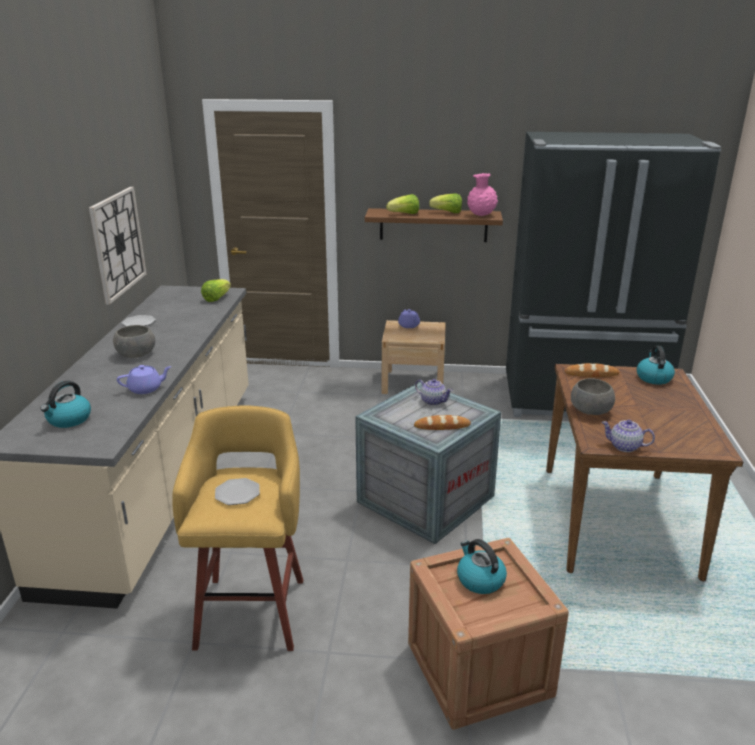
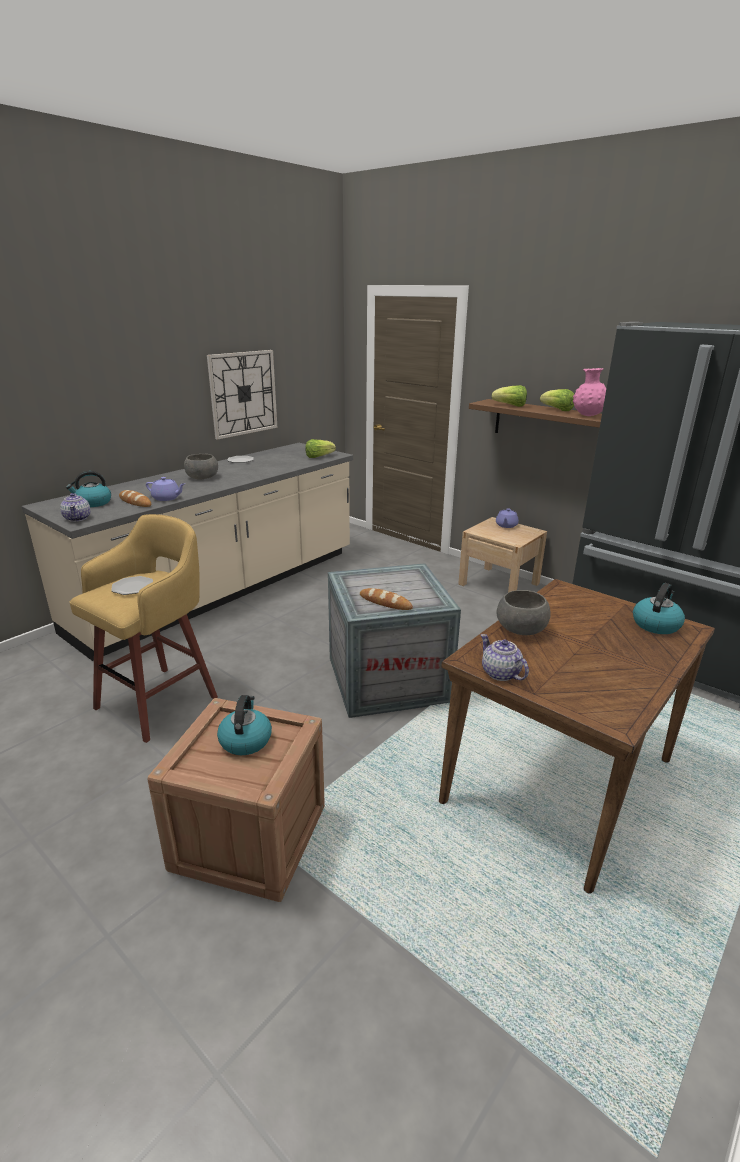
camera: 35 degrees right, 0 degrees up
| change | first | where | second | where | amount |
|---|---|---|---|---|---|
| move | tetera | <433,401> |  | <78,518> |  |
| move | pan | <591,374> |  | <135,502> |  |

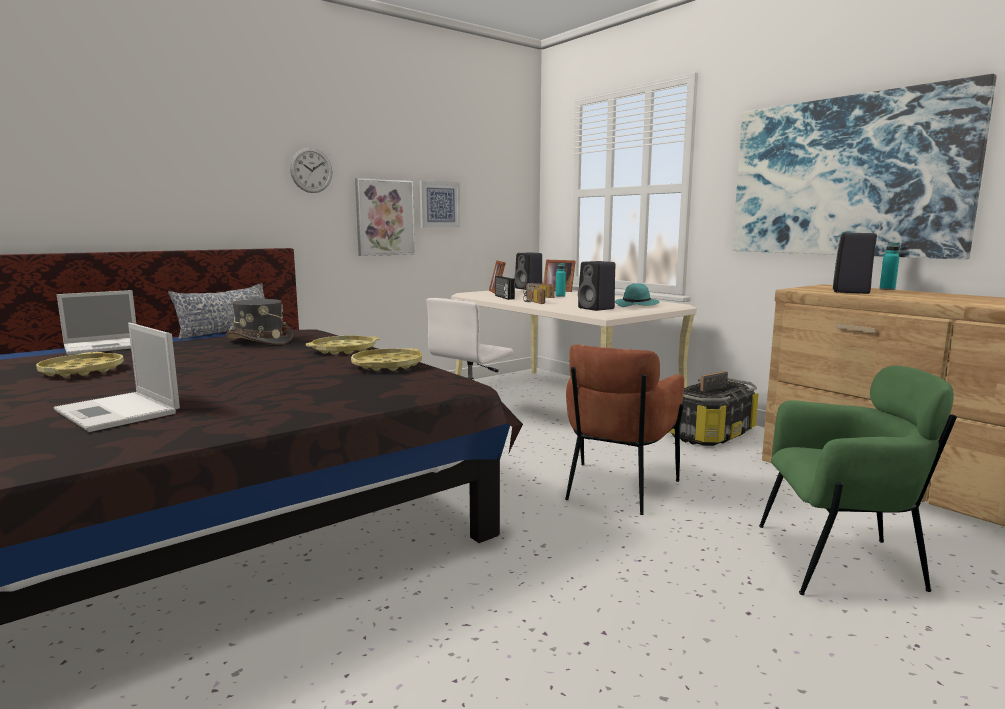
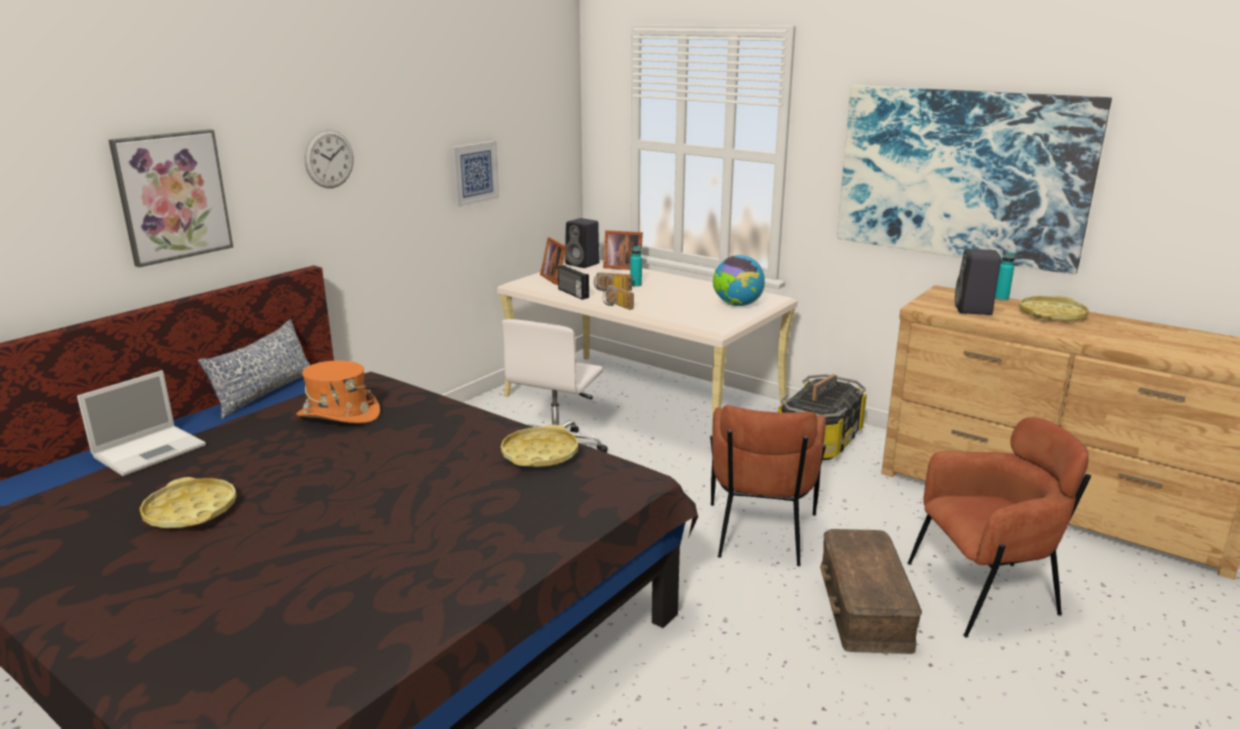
camera: 15 degrees left, 10 degrees up
| change | first | where | second | where | amount |
|---|---|---|---|---|---|
| move | cuadro | <384,217> |  | <172,196> |  |
| recolor | sombrero [gris] | <259,341> | sombrero [naranja] | <338,415> |  |
| replace | sombrero [turquesa] | <637,305> | globo terráqueo | <737,305> |  |
| insert |  |  | caja de almacenaje [marrón] | <866,607> |  |
| recolor | sillón [verde] | <840,561> | sillón [marrón] | <985,593> |  |
| move | bandeja [amarillo] | <344,350> |  | <1052,314> |  |
| delete | portátil | <119,412> |  |  |  |
| delete | altavoz [negro] | <597,308> |  |  |  |

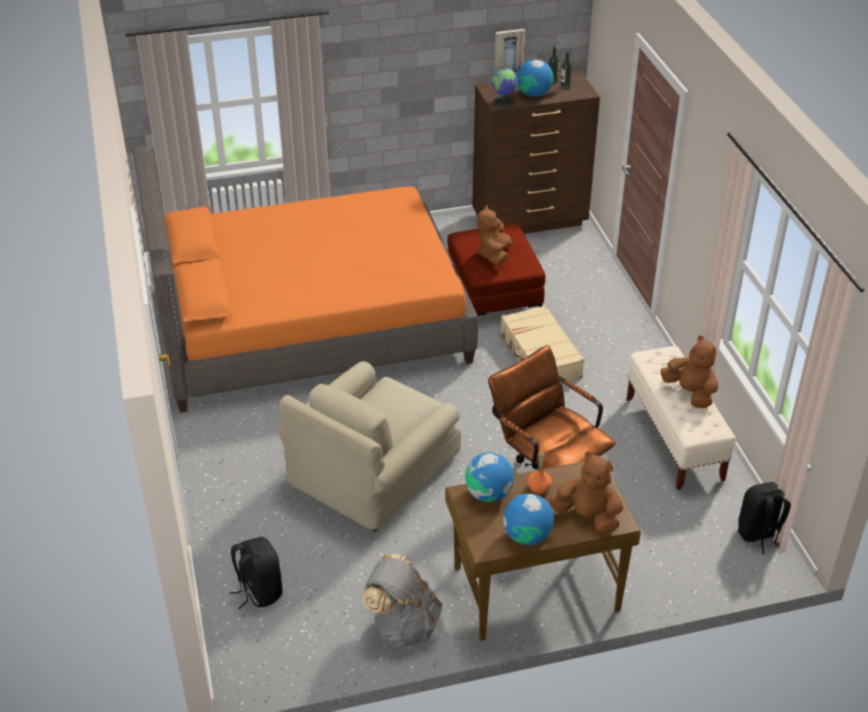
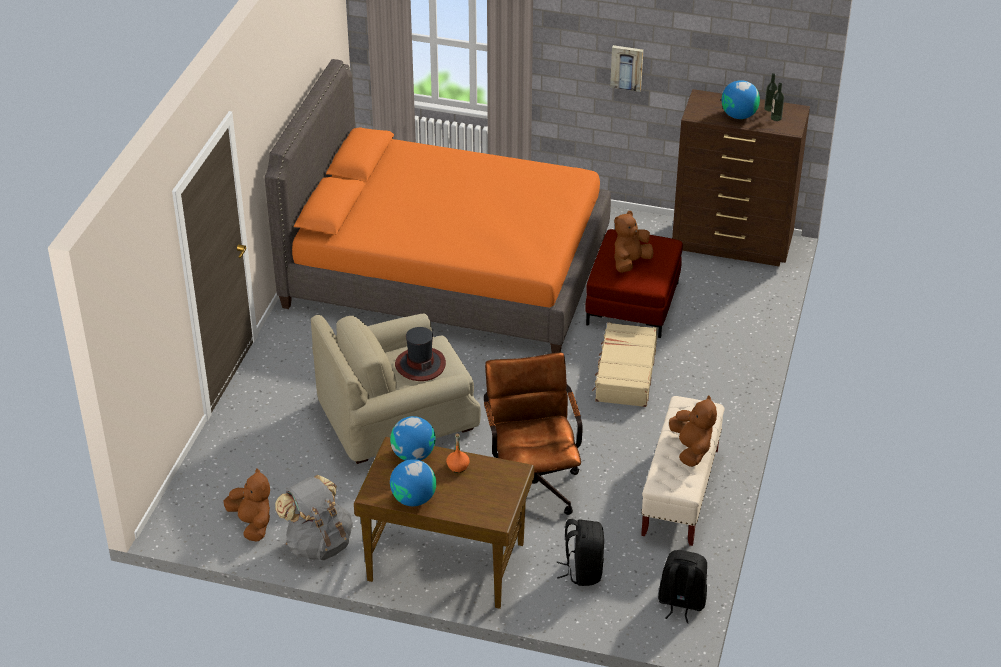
camera: 30 degrees right, 0 degrees up
| change | first | where | second | where | amount |
|---|---|---|---|---|---|
| move | peluche [marrón] | <587,517> |  | <252,524> |  |
| insert |  |  | sombrero | <420,364> |  |
| move | mochila [negro] | <259,591> |  | <582,571> |  |
| move | cuadro | <508,51> |  | <627,67> |  |
| delete | globo terráqueo | <504,101> |  |  |  |

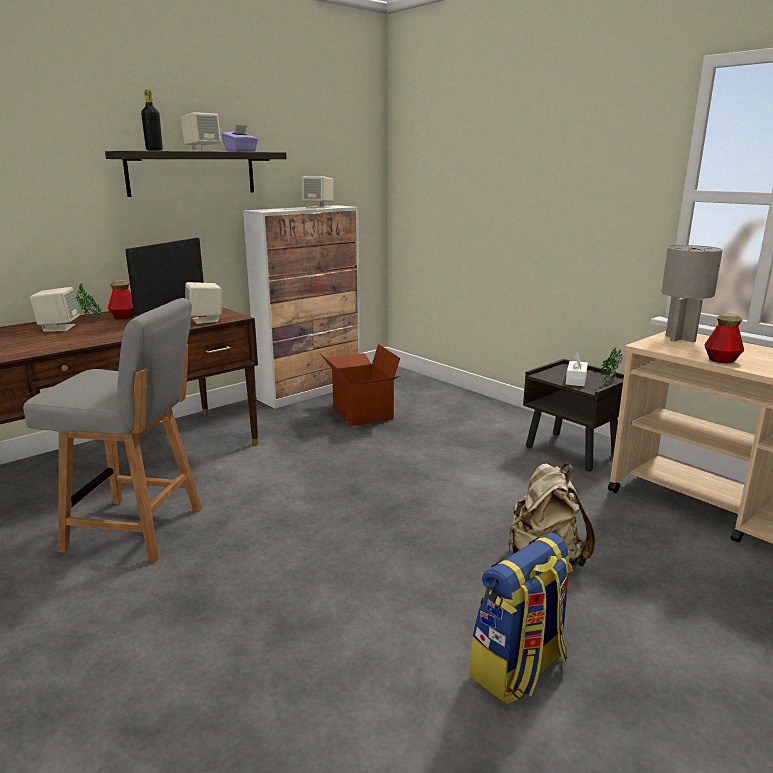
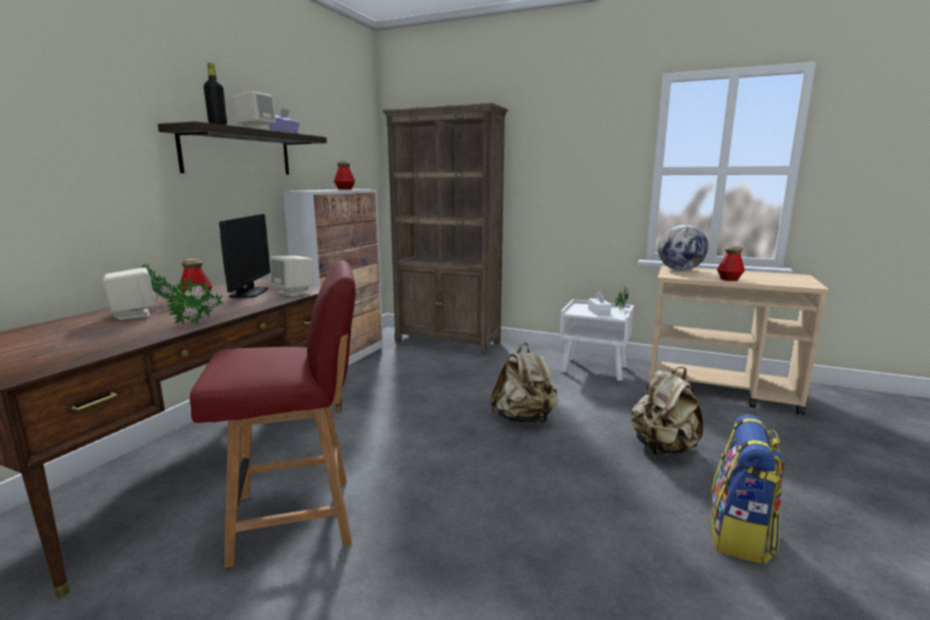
camera: 25 degrees left, 5 degrees down
| change | first | where | second | where | amount |
|---|---|---|---|---|---|
| insert |  |  | planta en maceta | <200,322> |  |
| recolor | silla [gris] | <137,529> | silla [rojo] | <297,517> |  |
| replace | altavoz [beis] | <319,207> | botella | <345,189> |  |
| insert |  |  | estantería [marrón] | <448,342> |  |
| insert |  |  | mochila [beis] | <524,419> |  |
| recolor | mesita de noche [marrón] | <572,451> | mesita de noche [blanco] | <594,369> |  |
| replace | lámpara de mesa [gris] | <680,338> | globo terráqueo | <680,270> |  |
| delete | caja de cartón | <361,413> |  |  |  |

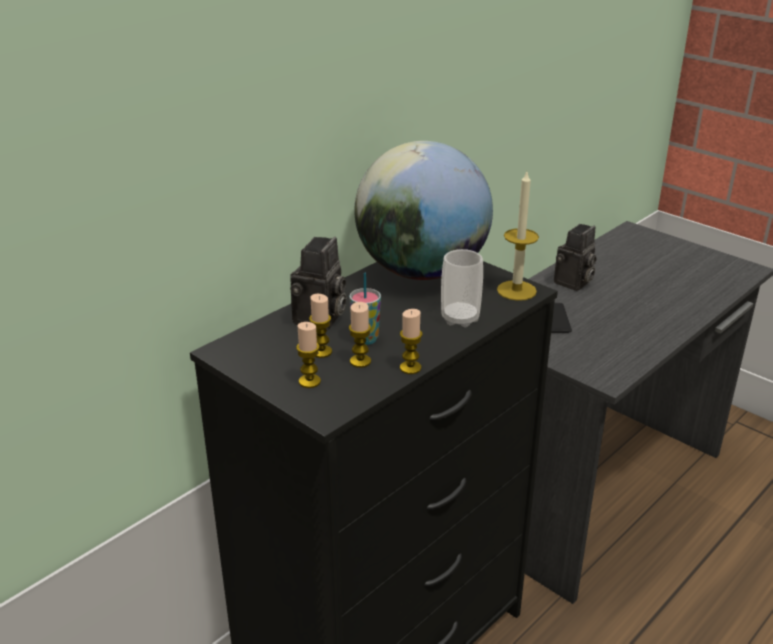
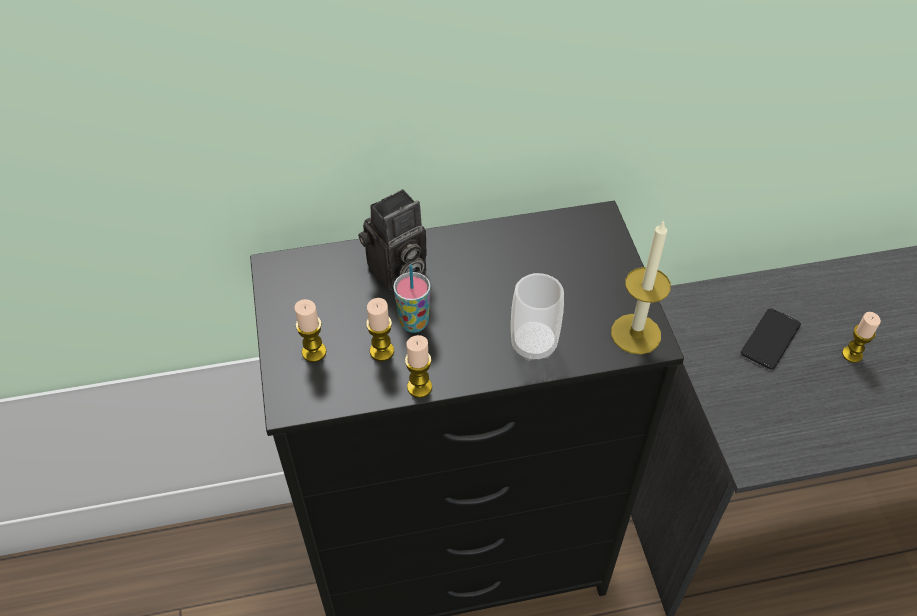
camera: 35 degrees right, 20 degrees up
| change | first | where | second | where | amount |
|---|---|---|---|---|---|
| move | vela | <321,352> |  | <852,354> |  |
| delete | globo terráqueo | <421,272> |  |  |  |
| delete | cámara | <573,283> |  |  |  |

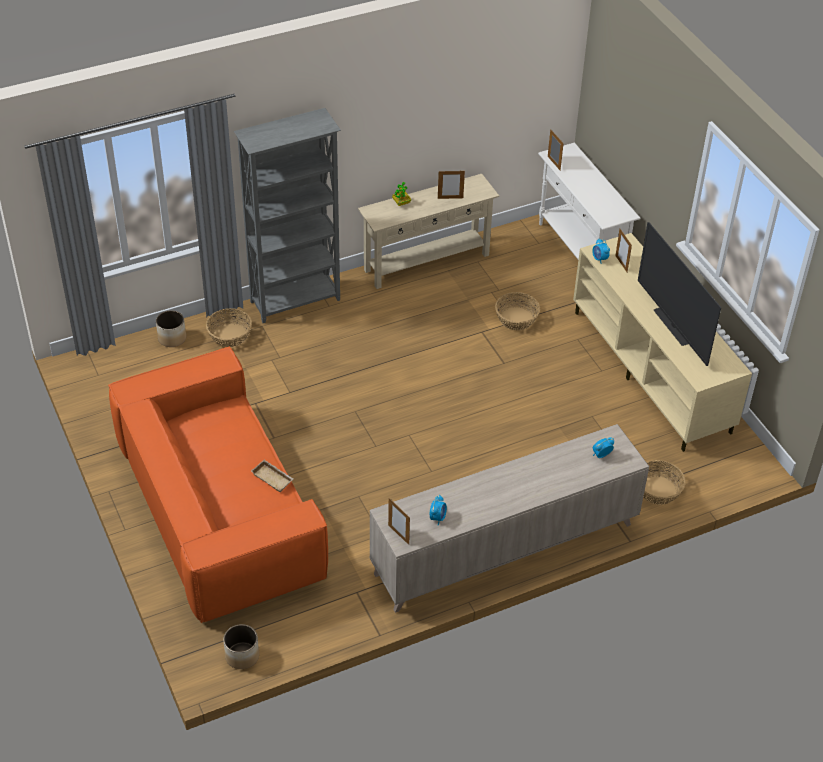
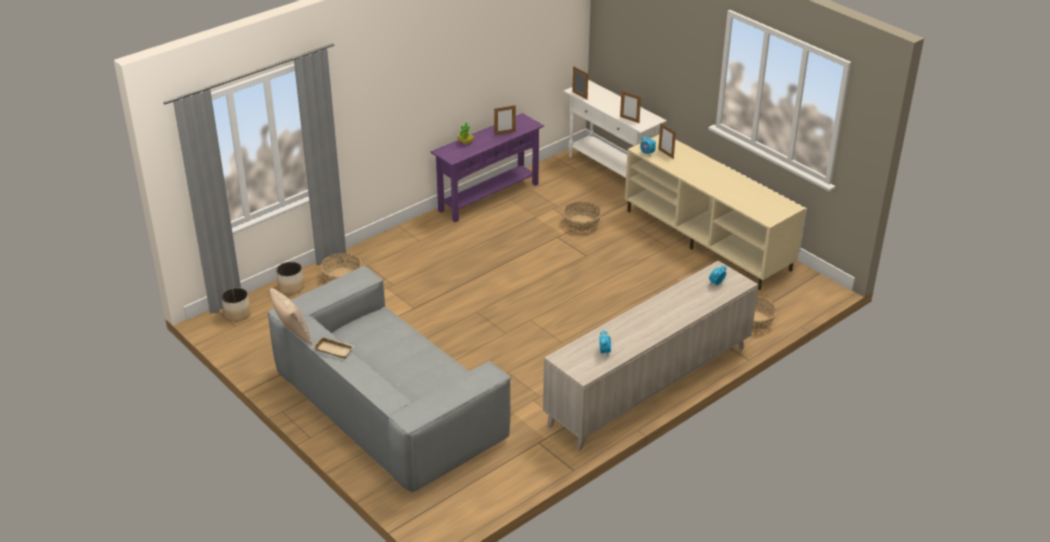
camera: 15 degrees left, 10 degrees down
| change | first | where | second | where | amount |
|---|---|---|---|---|---|
| move | maceta | <242,656> |  | <237,314> |  |
| recolor | sofá [naranja] | <219,509> | sofá [gris] | <389,405> |  |
| insert |  |  | cojín | <292,334> |  |
| move | bandeja [beis] | <273,478> |  | <335,349> |  |
| recolor | mesa consola [beis] | <426,262> | mesa consola [morado] | <488,197> |  |
| move | portarretratos | <398,534> |  | <629,119> |  |
| delete | estantería [gris] | <296,301> |  |  |  |
| delete | televisor | <672,326> |  |  |  |

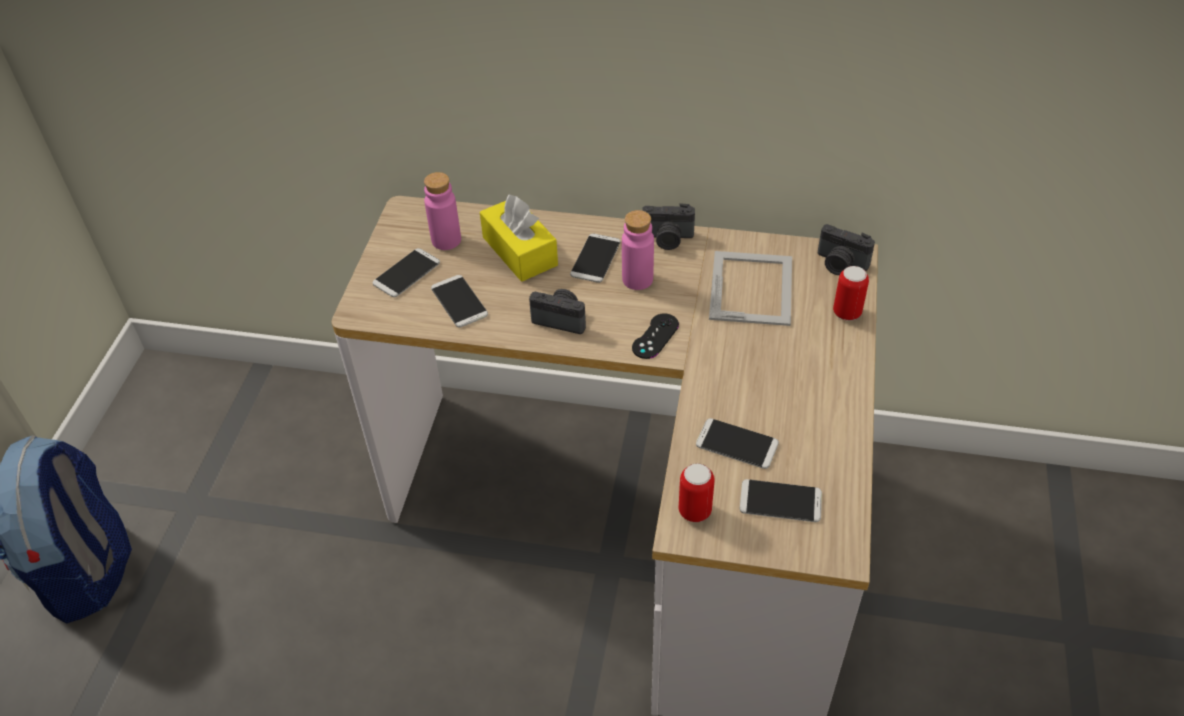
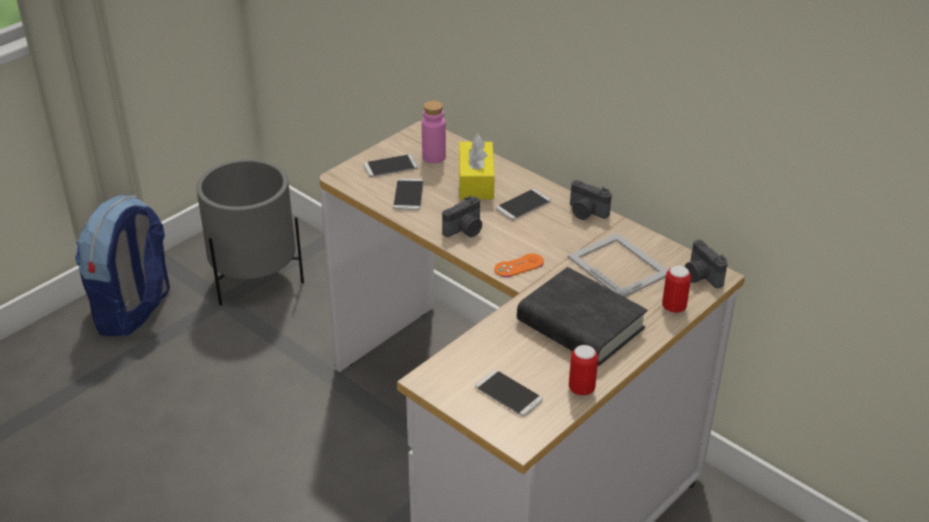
camera: 30 degrees right, 10 degrees down
| change | first | where | second | where | amount |
|---|---|---|---|---|---|
| insert |  |  | maceta [gris] | <255,279> |  |
| rotate | cámara | <561,319> |  | <465,230> | 90 degrees clockwise |
| recolor | mando de consola [negro] | <655,336> | mando de consola [naranja] | <519,265> |  |
| insert |  |  | libro [negro] | <580,325> |  |
| rotate | portarretratos | <752,287> |  | <618,264> | 75 degrees counterclockwise |
| move | lata | <694,511> |  | <581,389> |  |
| delete | botella [rosa] | <637,279> |  |  |  |
| delete | móvil | <737,444> |  |  |  |

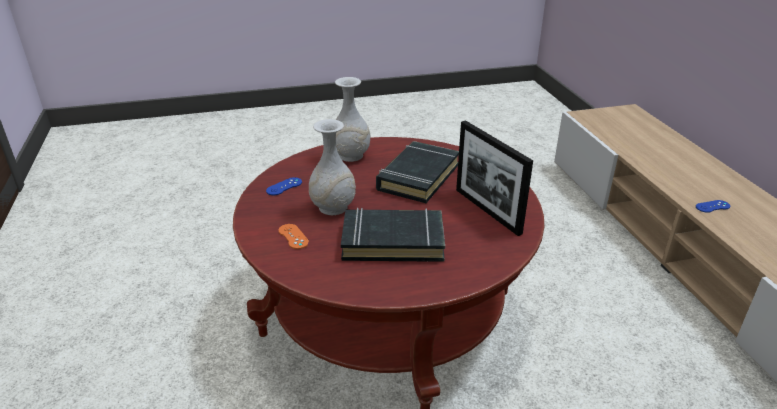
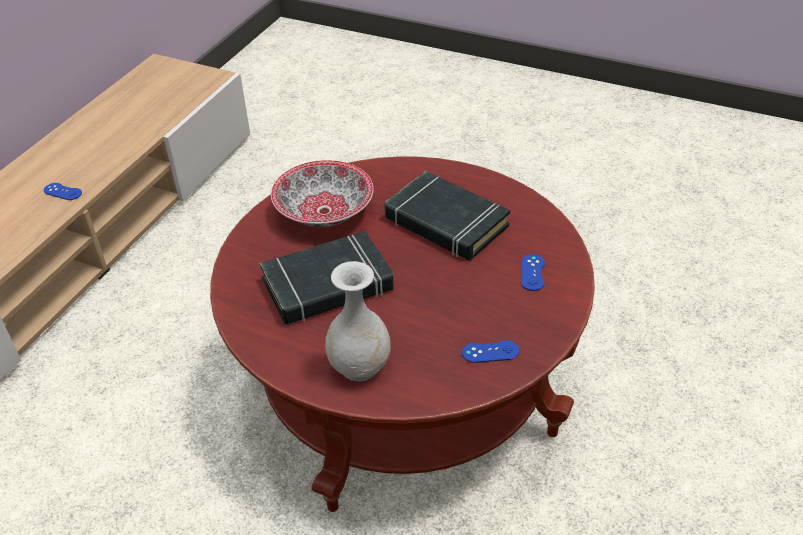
camera: 140 degrees left, 10 degrees up
| change | first | where | second | where | amount |
|---|---|---|---|---|---|
| replace | portarretratos | <487,211> | cuenco | <323,211> |  |
| recolor | mando de consola [naranja] | <293,236> | mando de consola [azul] | <532,272> |  |
| delete | florero [blanco] | <333,208> |  |  |  |

